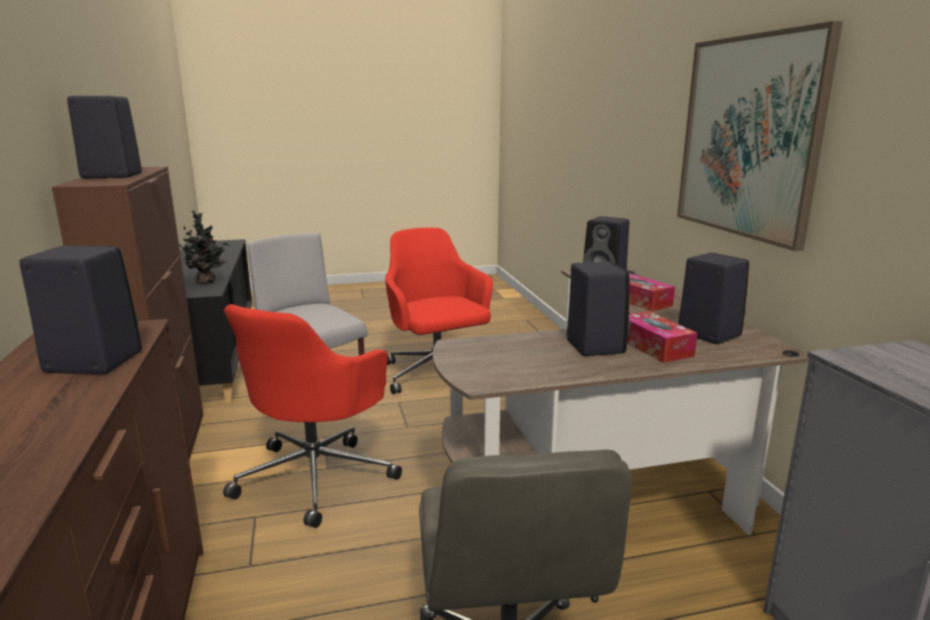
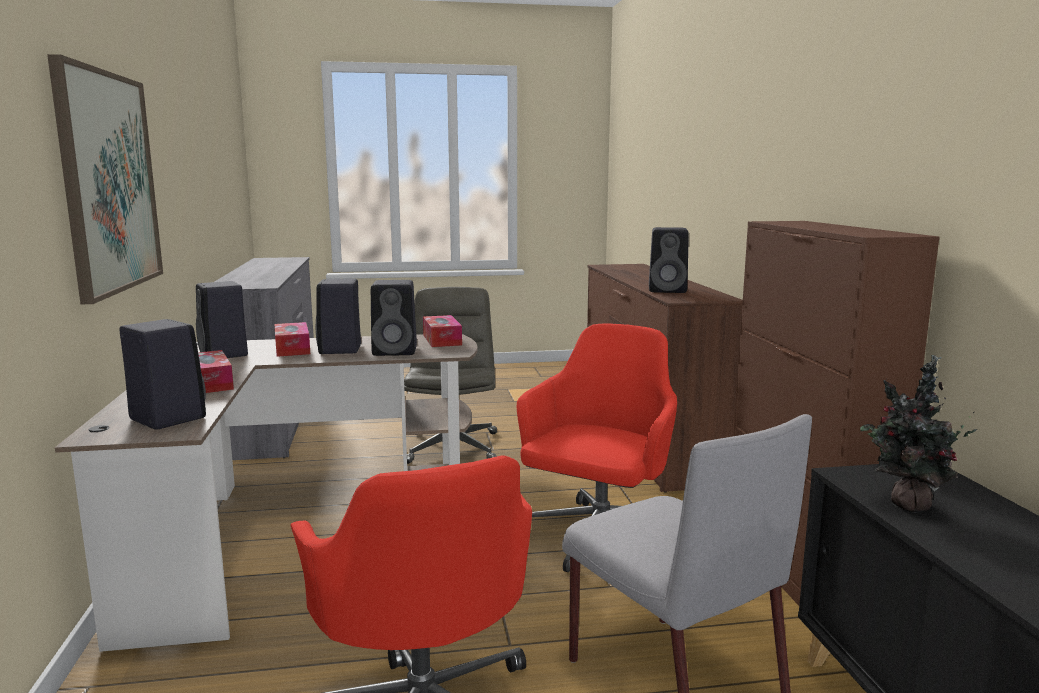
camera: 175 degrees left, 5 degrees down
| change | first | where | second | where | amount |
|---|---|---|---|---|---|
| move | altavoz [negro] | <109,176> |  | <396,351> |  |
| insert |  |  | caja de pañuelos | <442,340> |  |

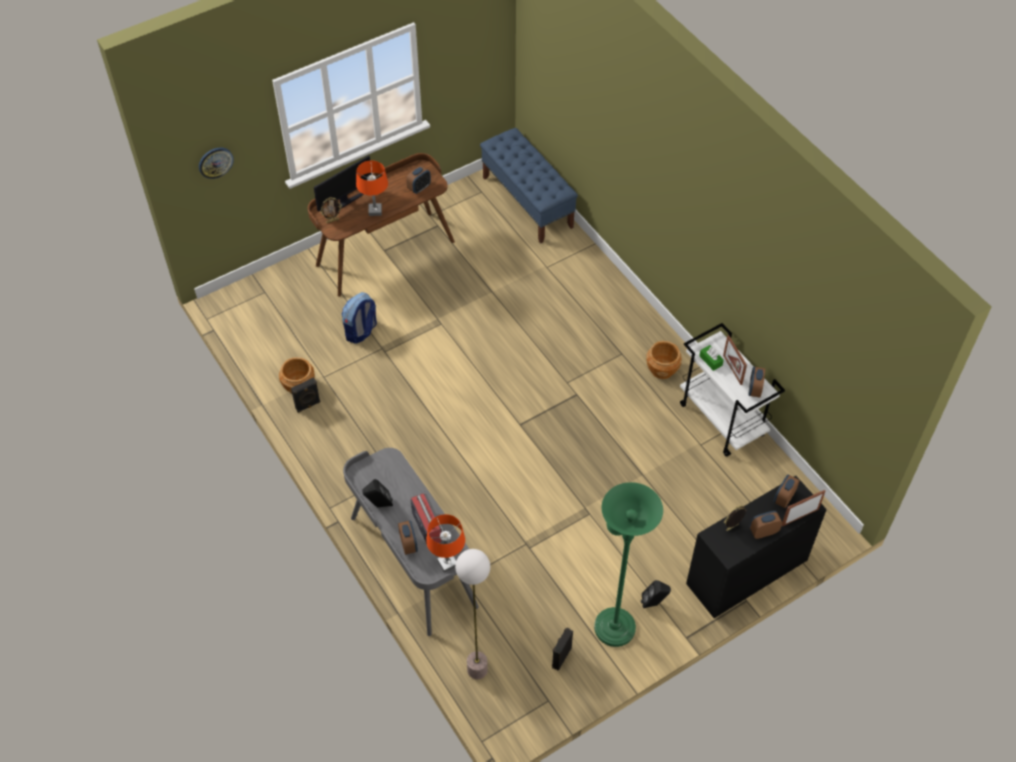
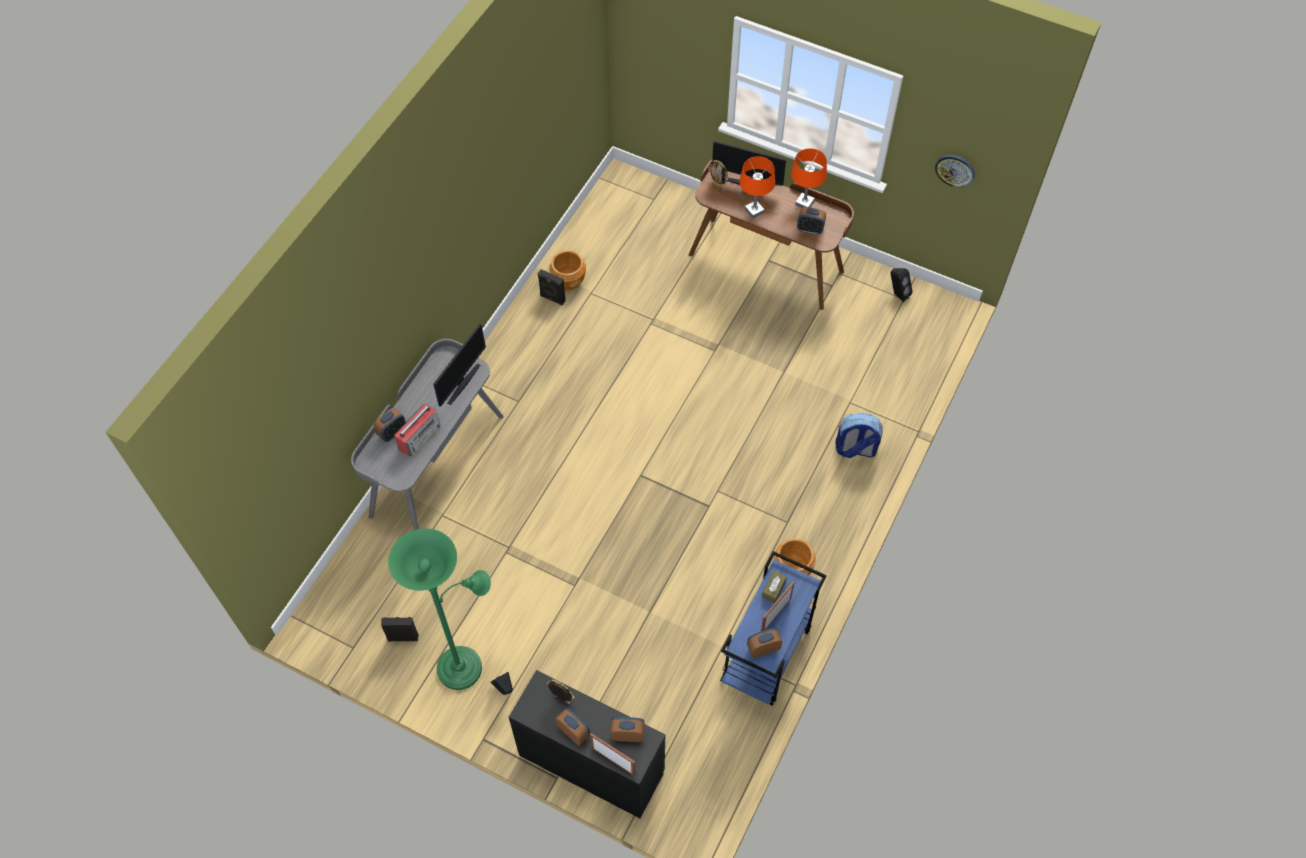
camera: 60 degrees right, 5 degrees up
| change | first | where | second | where | amount |
|---|---|---|---|---|---|
| insert |  |  | monitor | <462,383> |  |
| recolor | carrito [blanco] | <722,420> | carrito [azul] | <766,656> |  |
| recolor | caja de pañuelos [verde] | <710,360> | caja de pañuelos [marrón] | <773,589> |  |
| move | lámpara de mesa [naranja] | <447,563> |  | <804,203> |  |
| move | mochila | <361,331> |  | <855,449> |  |
| move | altavoz [negro] | <379,505> |  | <897,294> |  |
| move | reloj de pared | <215,162> |  | <955,170> |  |
| delete | lámpara de pie | <477,670> |  |  |  |
| delete | banco [azul] | <527,202> |  |  |  |

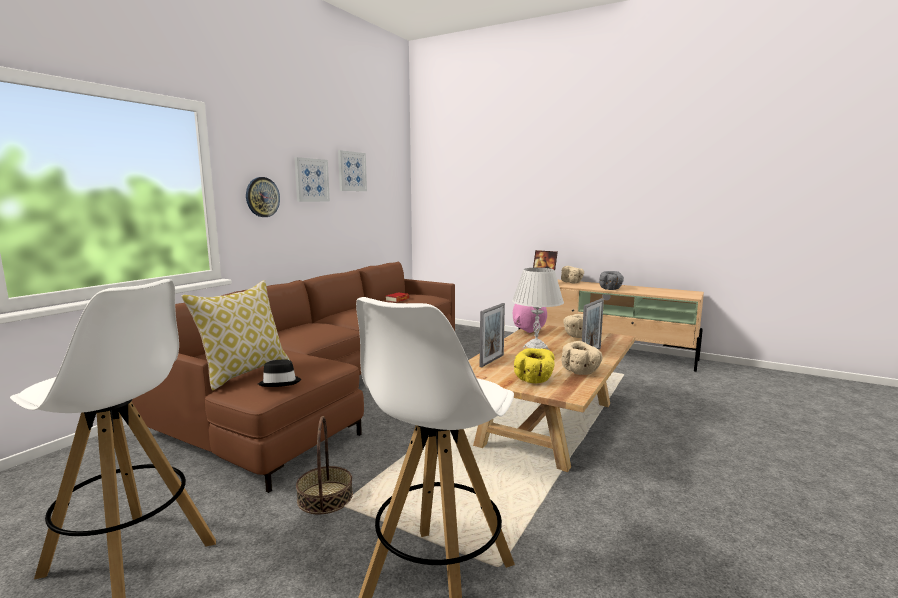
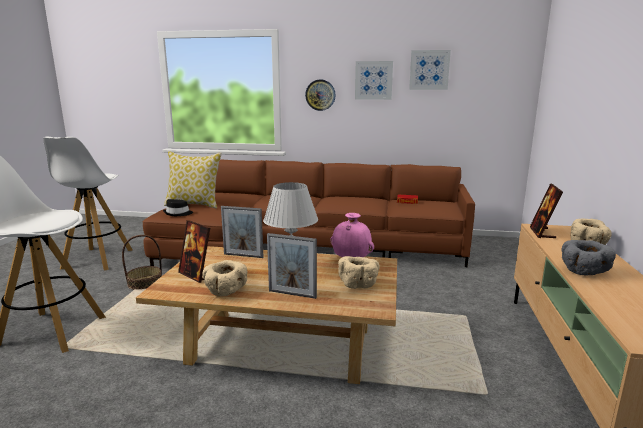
camera: 70 degrees right, 5 degrees up
| change | first | where | second | where | amount |
|---|---|---|---|---|---|
| replace | cuenco [amarillo] | <535,380> | portarretratos | <196,275> |  |

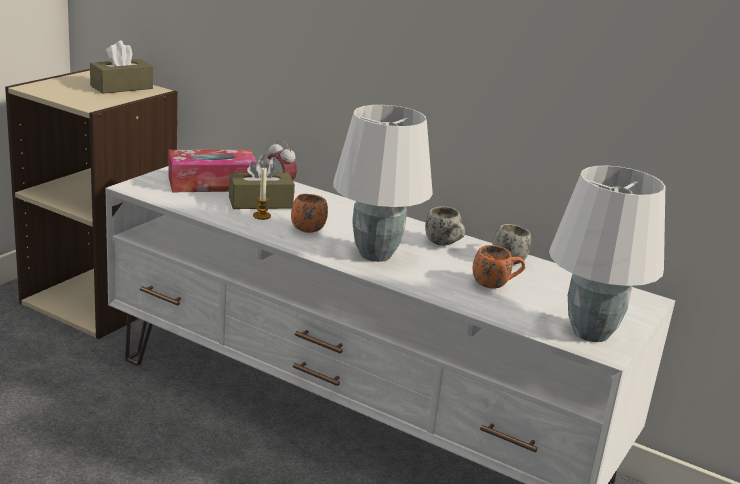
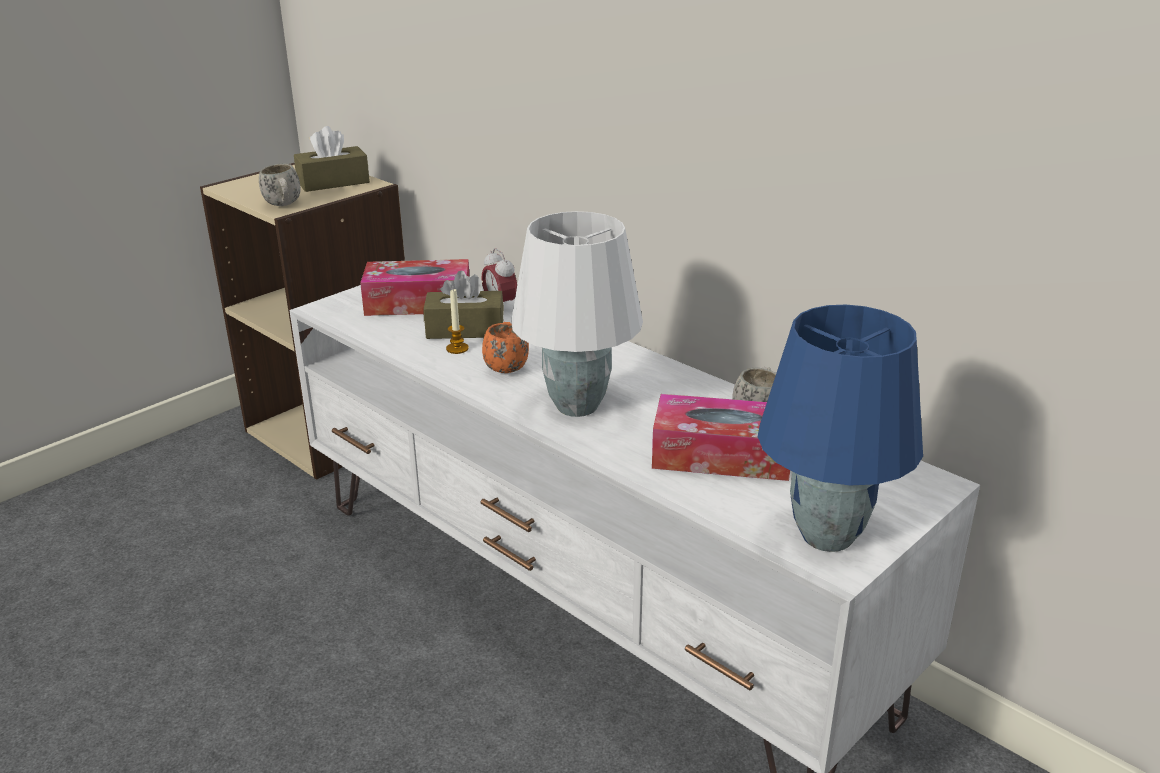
camera: 15 degrees right, 5 degrees up
| change | first | where | second | where | amount |
|---|---|---|---|---|---|
| move | taza grande [blanco] | <445,245> |  | <284,205> |  |
| replace | taza grande [naranja] | <495,285> | caja de pañuelos | <721,455> |  |
| recolor | lámpara de mesa [blanco] | <589,332> | lámpara de mesa [azul] | <825,535> |  |

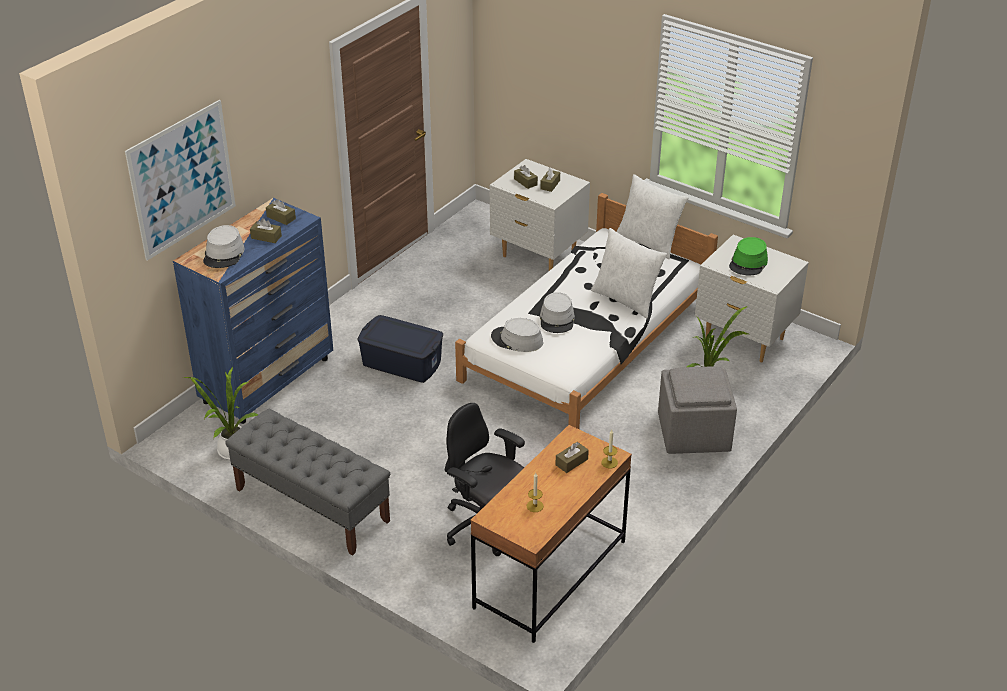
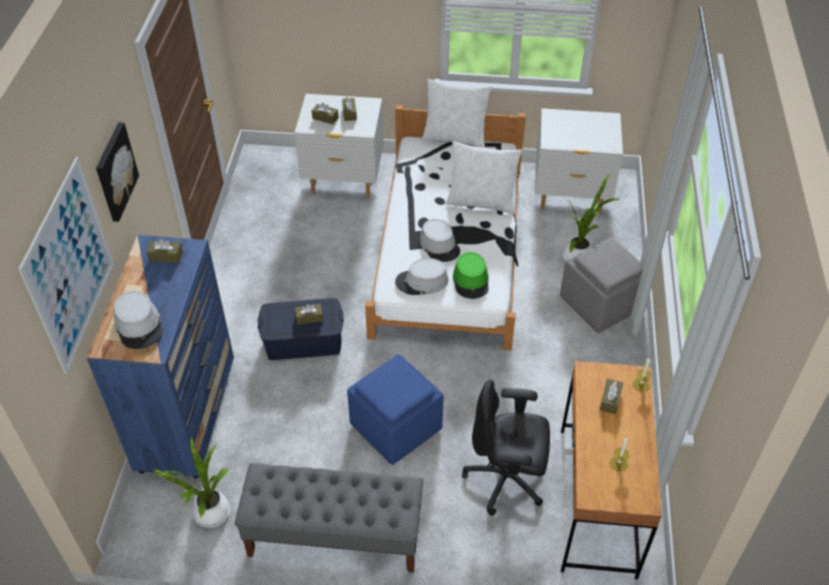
camera: 30 degrees left, 10 degrees up
| change | first | where | second | where | amount |
|---|---|---|---|---|---|
| insert |  |  | cuadro | <114,171> |  |
| move | caja de pañuelos [marrón] | <266,237> |  | <309,318> |  |
| insert |  |  | puf [azul] | <395,427> |  |
| move | sombrero [verde] | <748,263> |  | <471,280> |  |

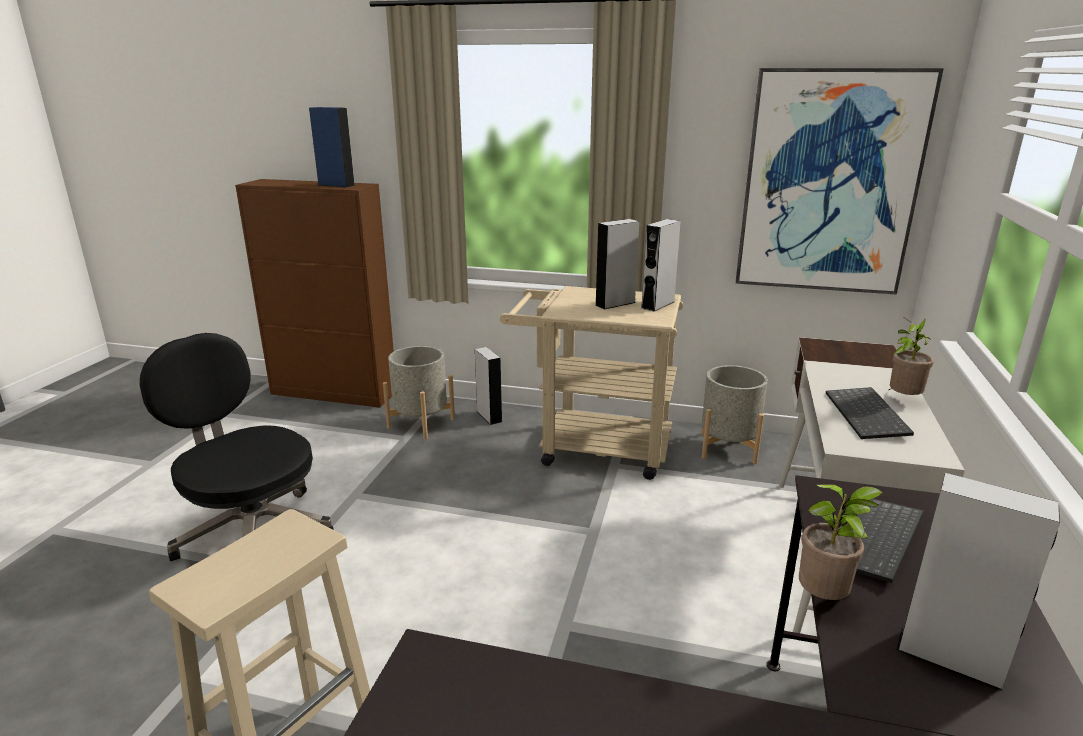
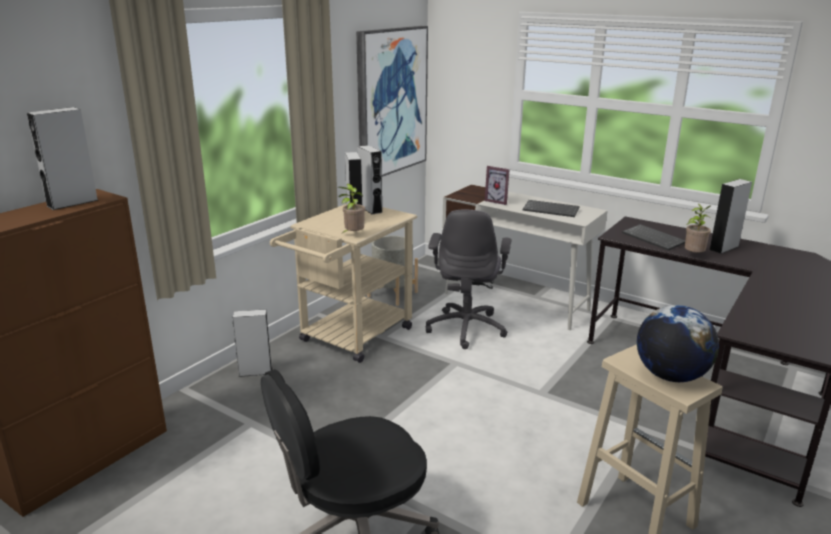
camera: 70 degrees left, 0 degrees up
| change | first | where | second | where | amount |
|---|---|---|---|---|---|
| recolor | altavoz [azul] | <336,185> | altavoz [gris] | <72,203> |  |
| move | planta en maceta | <902,399> |  | <353,235> |  |
| insert |  |  | silla de oficina [gris] | <467,328> |  |
| insert |  |  | portarretratos | <498,201> |  |
| insert |  |  | globo terráqueo | <670,376> |  |
| delete | maceta [gris] | <421,423> |  |  |  |

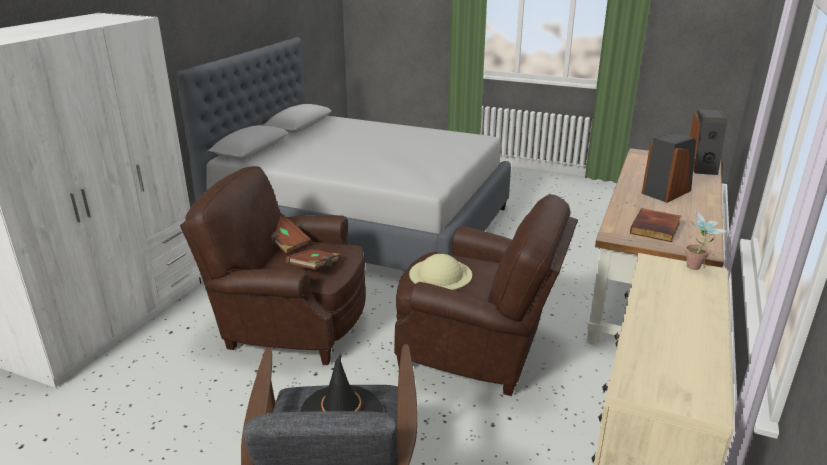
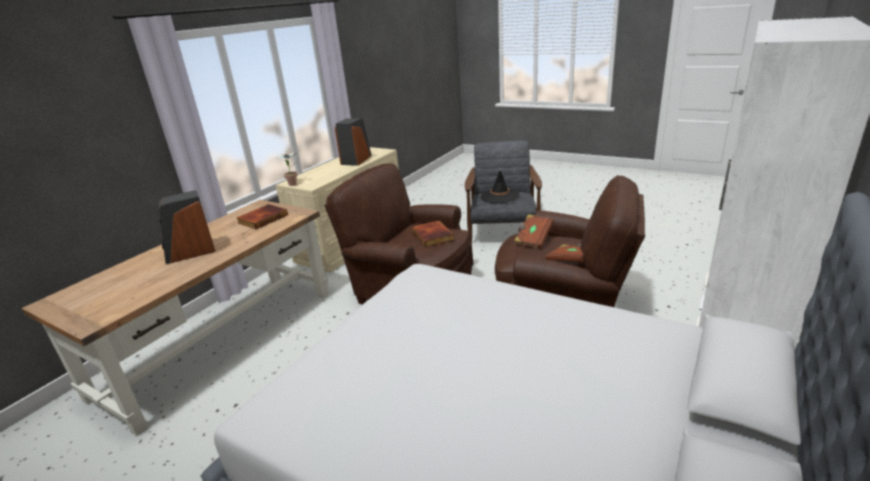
camera: 170 degrees left, 0 degrees up
| change | first | where | second | where | amount |
|---|---|---|---|---|---|
| move | altavoz | <702,166> |  | <356,160> |  |
| replace | sombrero [beis] | <440,274> | libro | <433,236> |  |

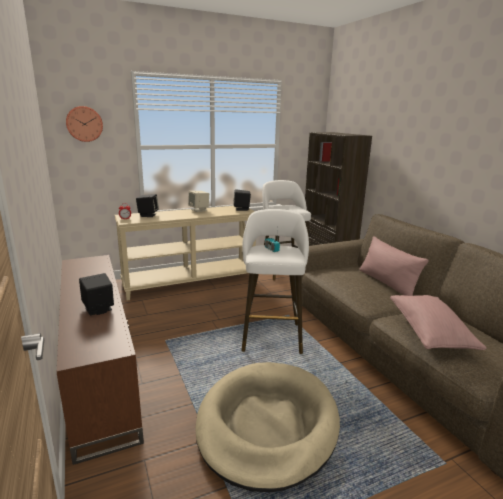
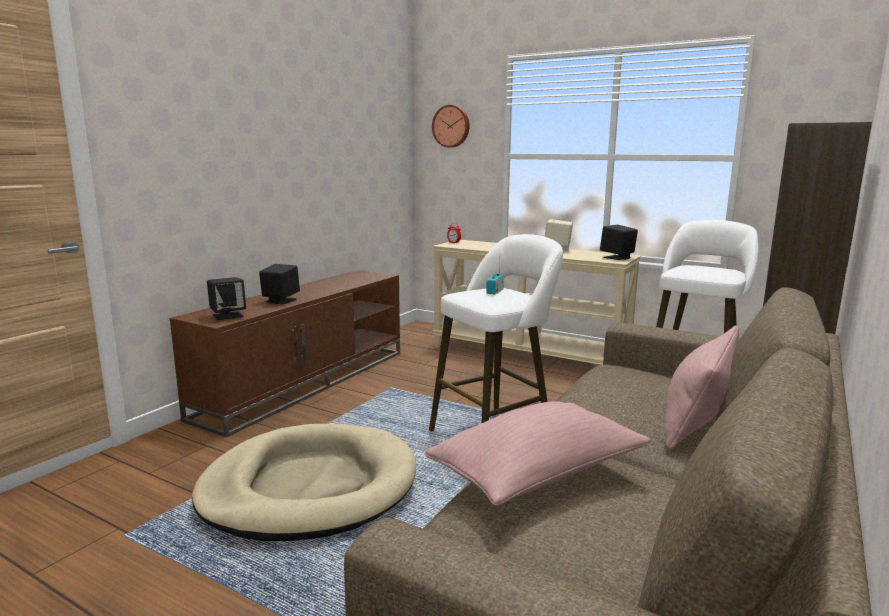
camera: 55 degrees right, 5 degrees down
| change | first | where | second | where | amount |
|---|---|---|---|---|---|
| move | altavoz [negro] | <148,215> |  | <228,315> |  |

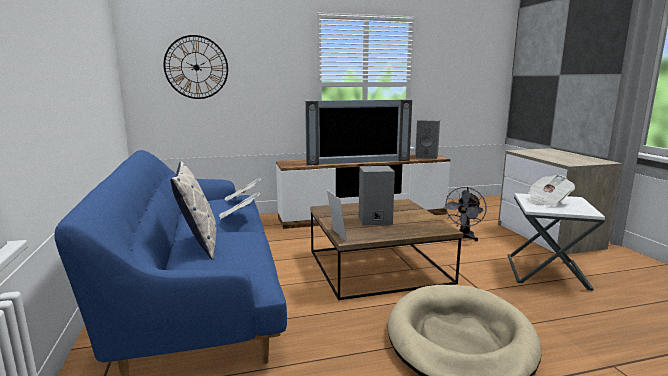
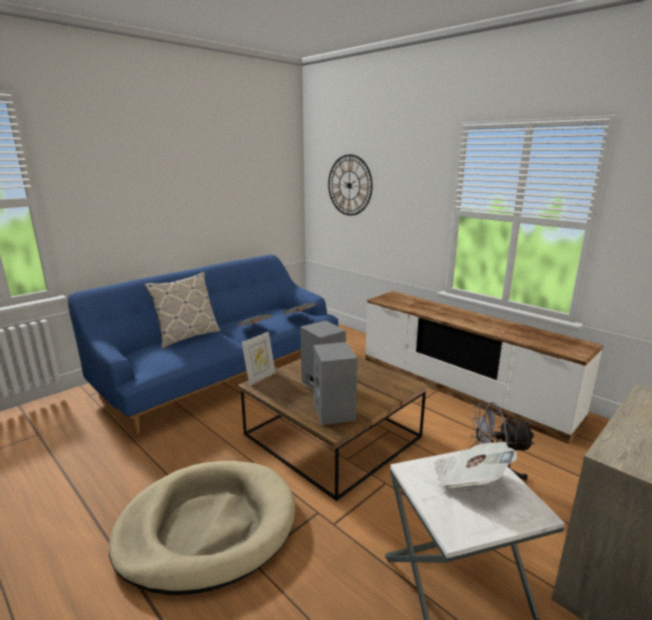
camera: 60 degrees right, 5 degrees up
| change | first | where | second | where | amount |
|---|---|---|---|---|---|
| move | altavoz [gris] | <427,156> |  | <335,413> |  |
| delete | televisor | <357,161> |  |  |  |

